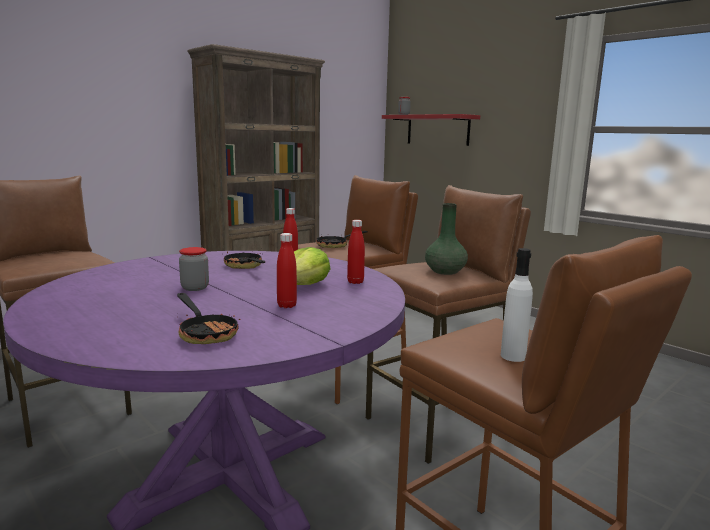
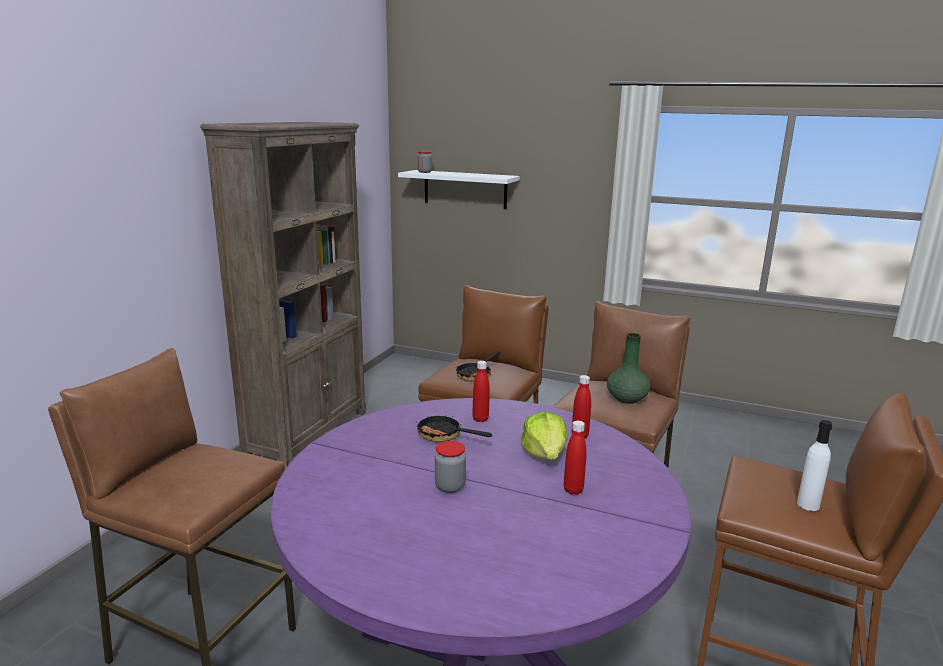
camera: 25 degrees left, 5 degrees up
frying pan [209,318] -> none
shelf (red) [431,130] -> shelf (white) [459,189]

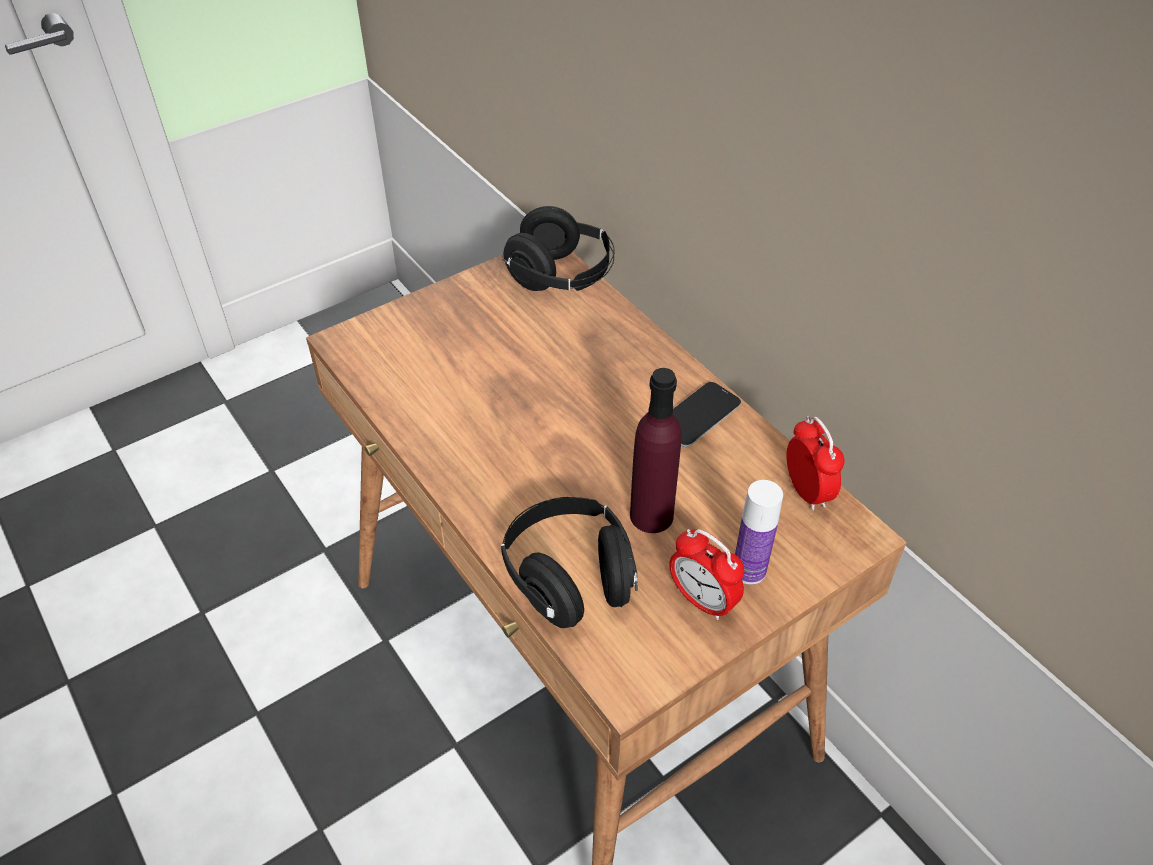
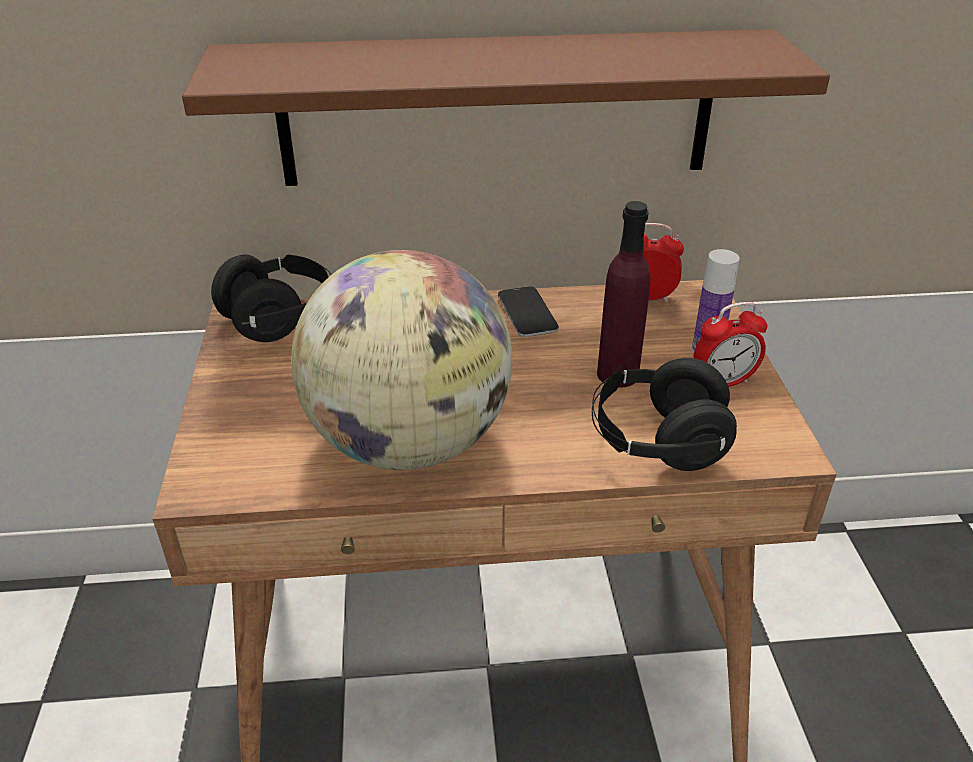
camera: 60 degrees left, 10 degrees down
none -> shelf (brown) [506,107]
none -> globe [401,360]

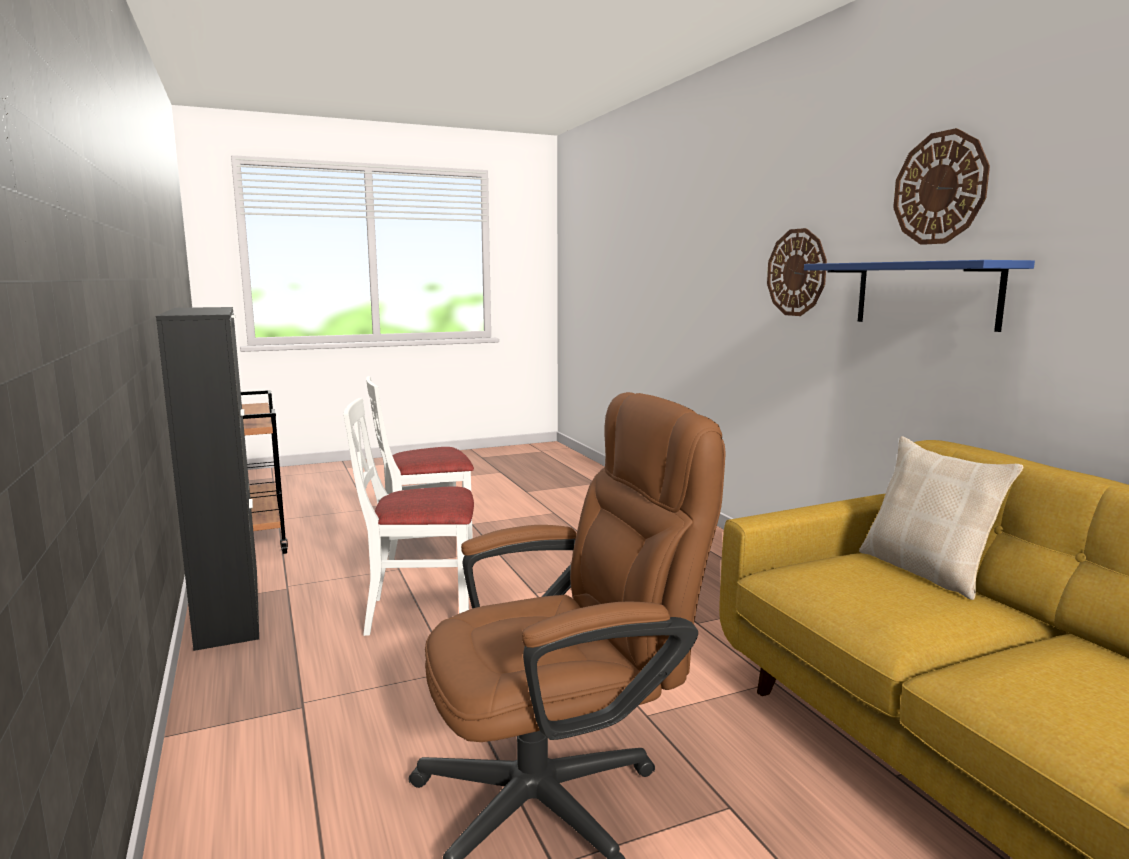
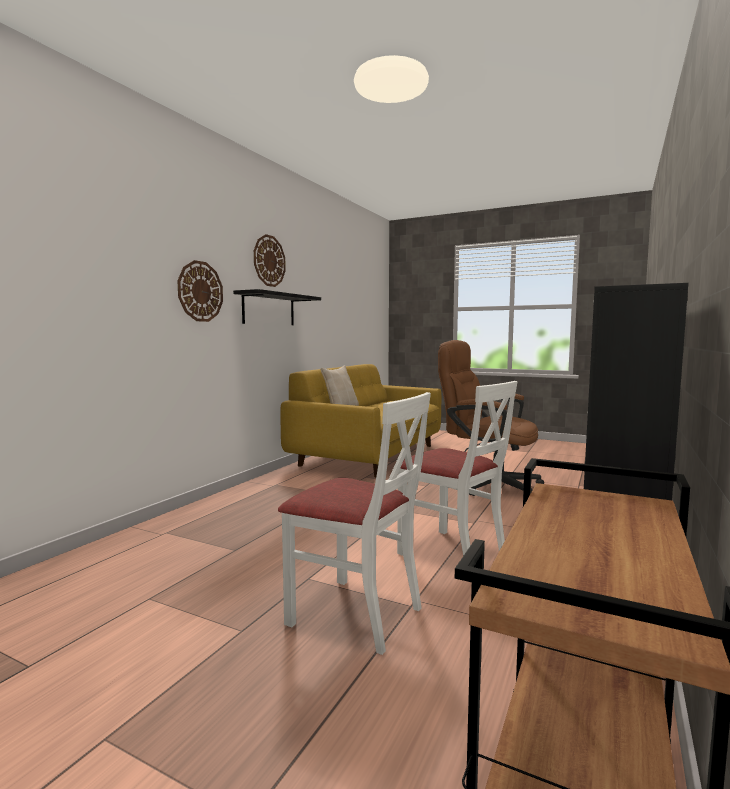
camera: 130 degrees left, 5 degrees down
shelf (blue) [919,296] -> shelf (black) [277,307]

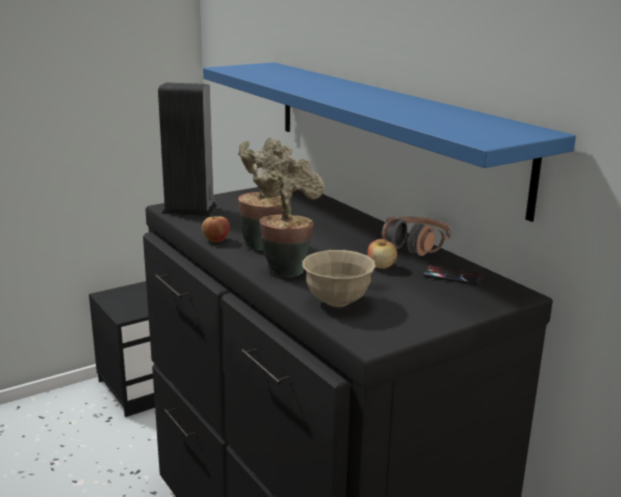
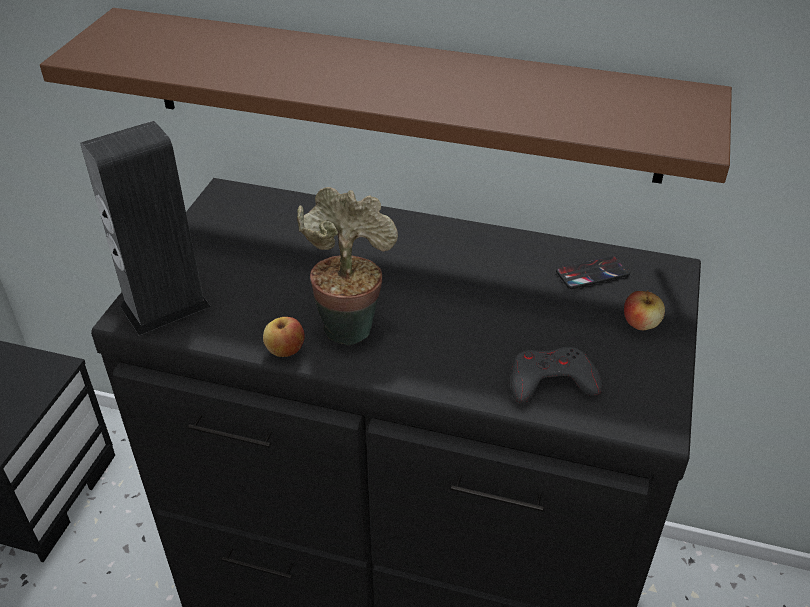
camera: 40 degrees left, 20 degrees up
potted plant [288,216] -> none
headphones [416,236] -> none
apple [382,253] -> apple [644,310], relocated
bowl (beige) [339,278] -> game controller (grey) [557,375]
shelf (blue) [389,142] -> shelf (brown) [386,96]

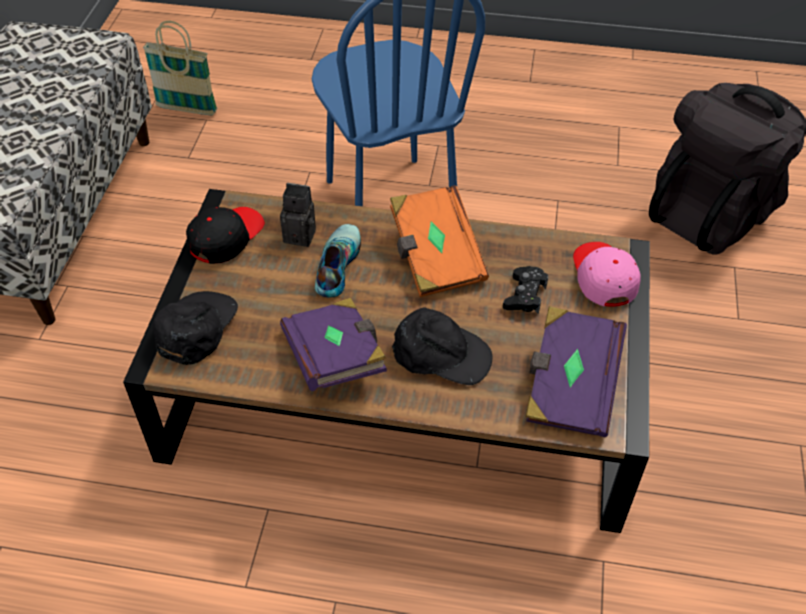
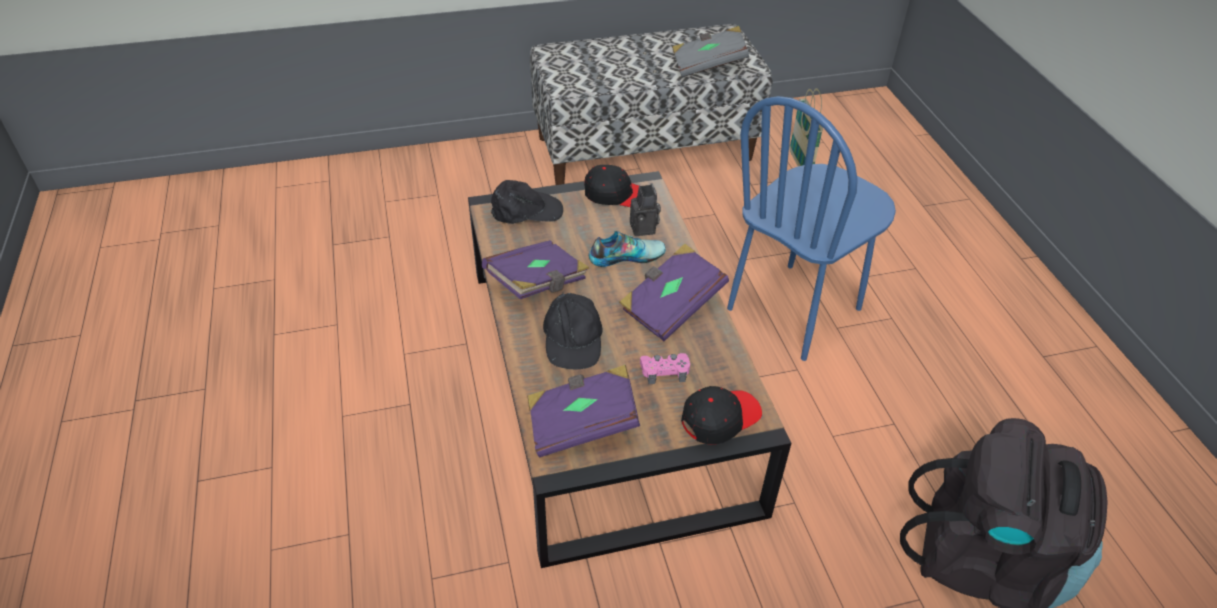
camera: 65 degrees right, 5 degrees down
none -> book (grey) [710,51]
book (orange) [439,241] -> book (purple) [674,292]
game controller (black) [525,290] -> game controller (pink) [665,368]
cap (pink) [607,274] -> cap (black) [721,415]

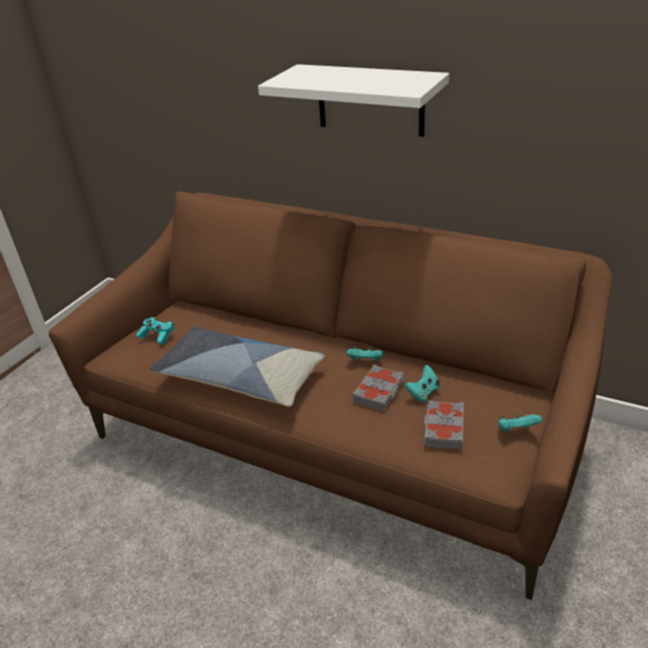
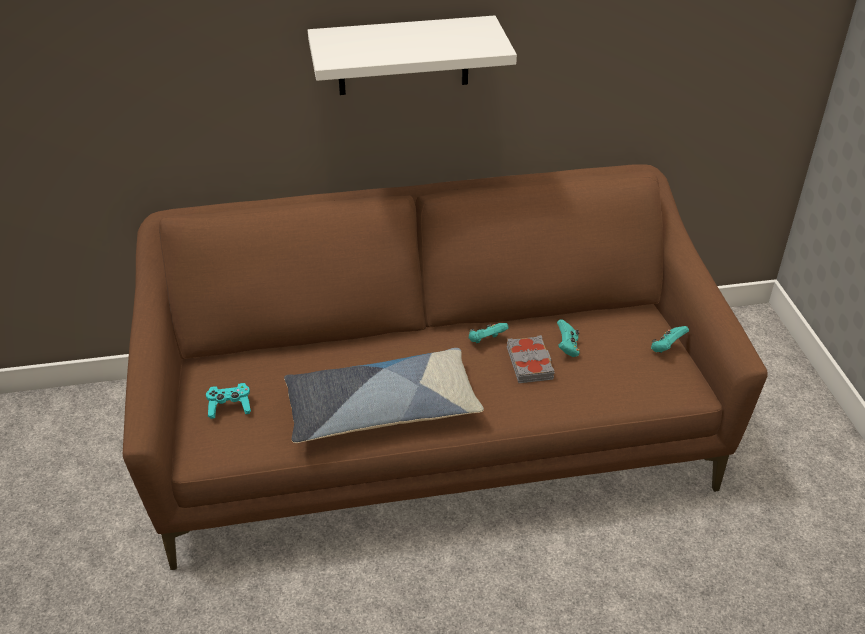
camera: 40 degrees left, 5 degrees up
book (grey) [444,424] -> none

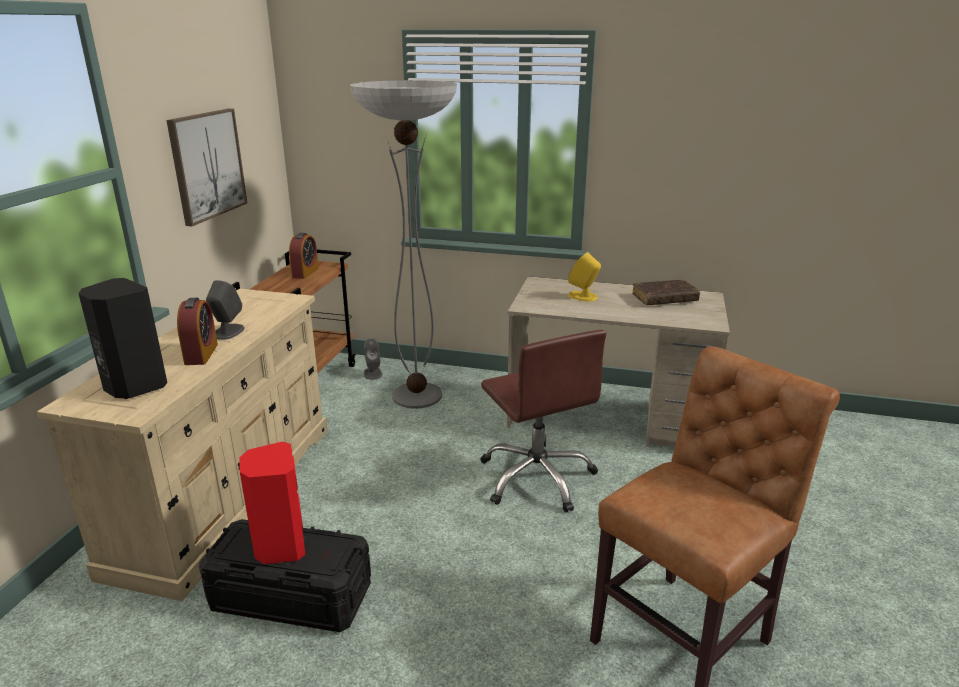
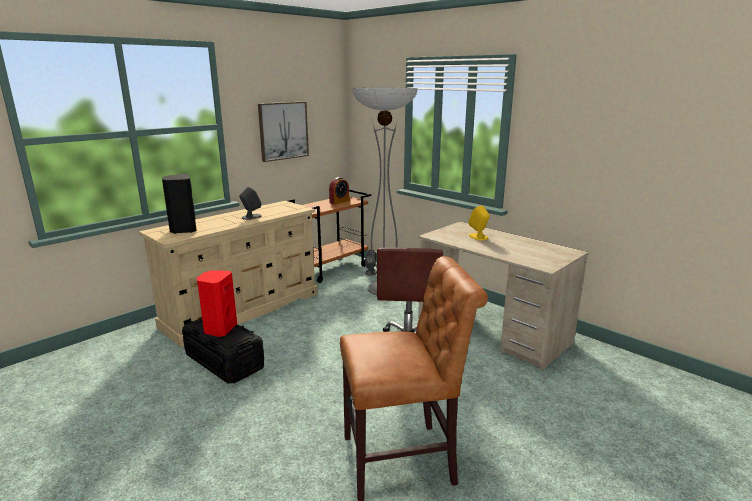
camera: 30 degrees right, 5 degrees down
alarm clock [197,331] -> none
book (brown) [666,292] -> none

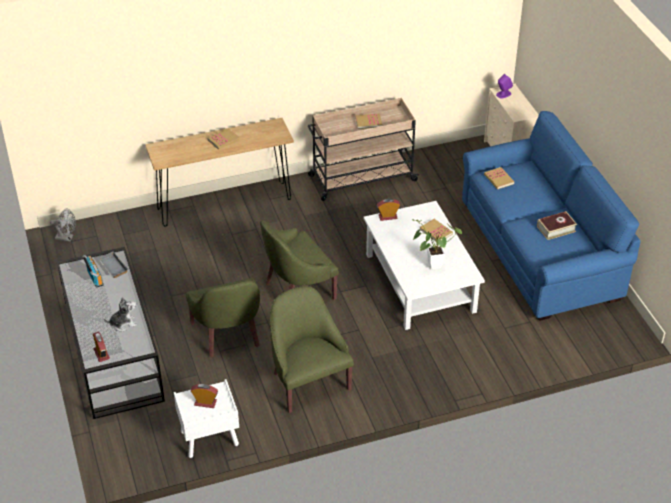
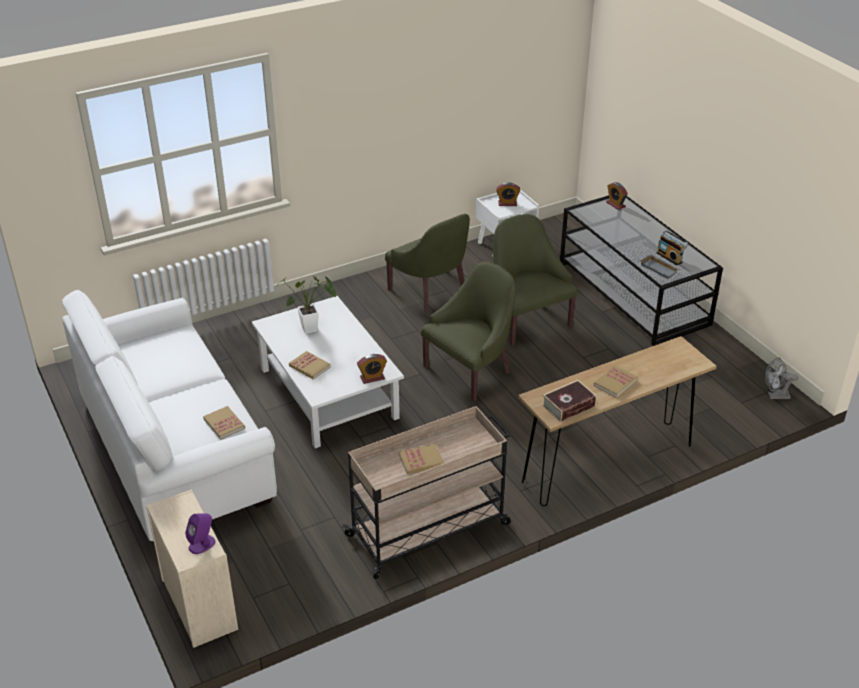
camera: 170 degrees right, 5 degrees down
plush toy [120,314] -> none
book [557,225] -> book [569,401], relocated
sofa (blue) [551,216] -> sofa (white) [169,415]

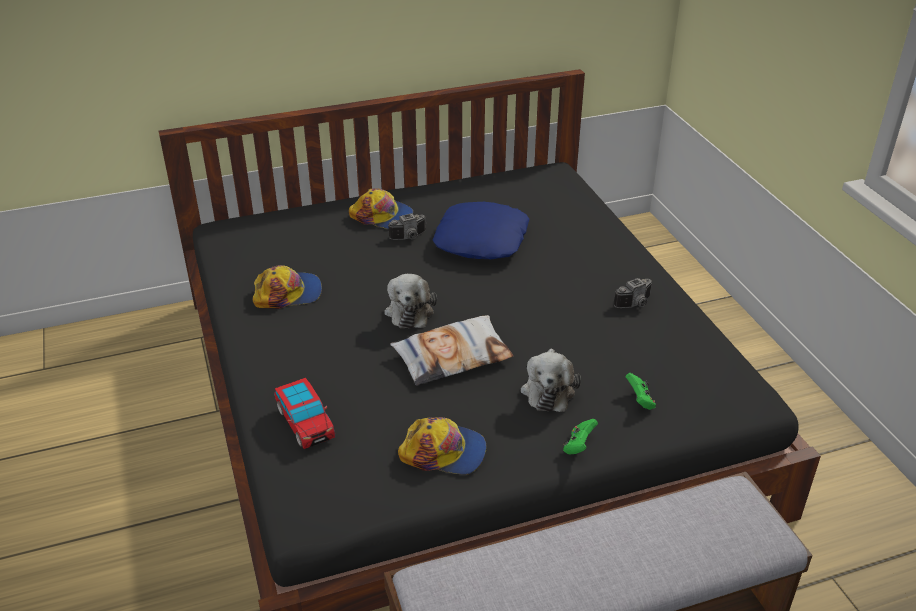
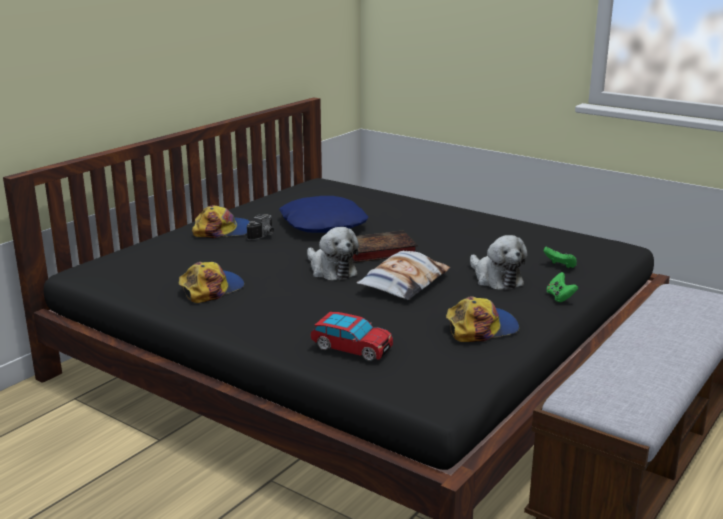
camera: 35 degrees left, 15 degrees down
photo camera [633,293] -> none
none -> book [385,246]

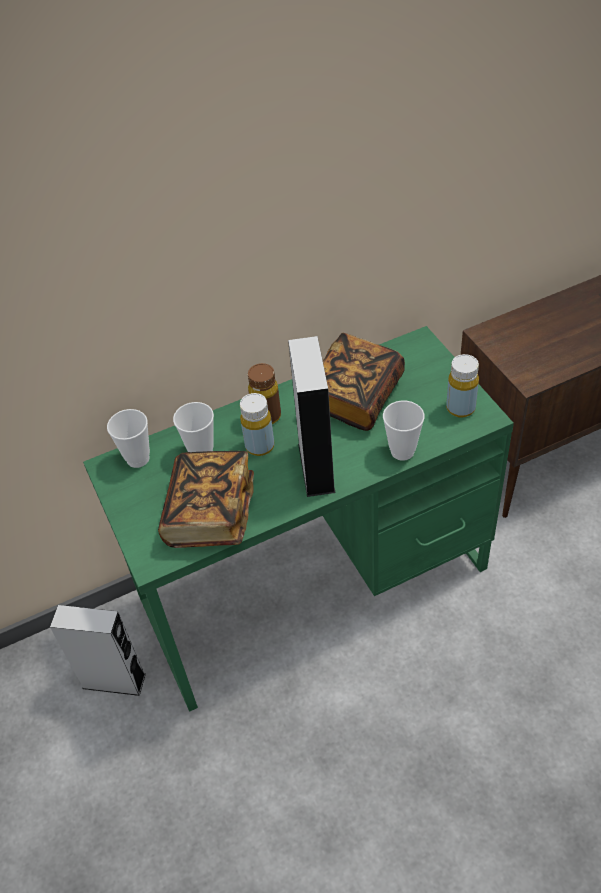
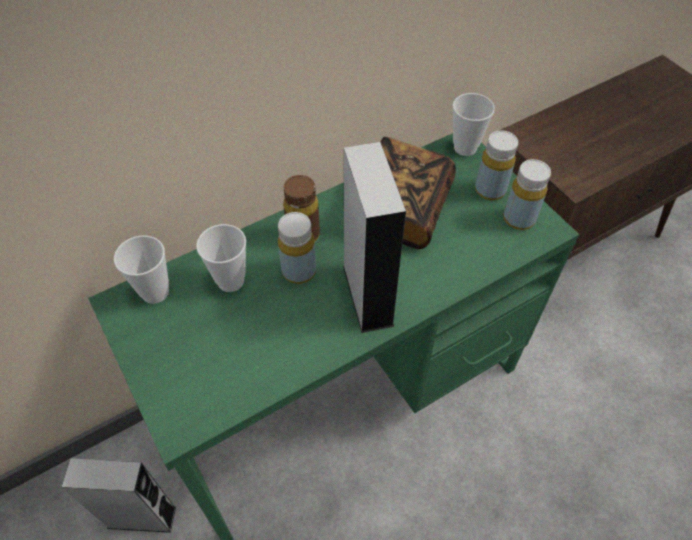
camera: 10 degrees left, 5 degrees up
book [206,499] -> none
none -> bottle (yellow) [496,165]
cup [404,431] -> cup [474,124], relocated

